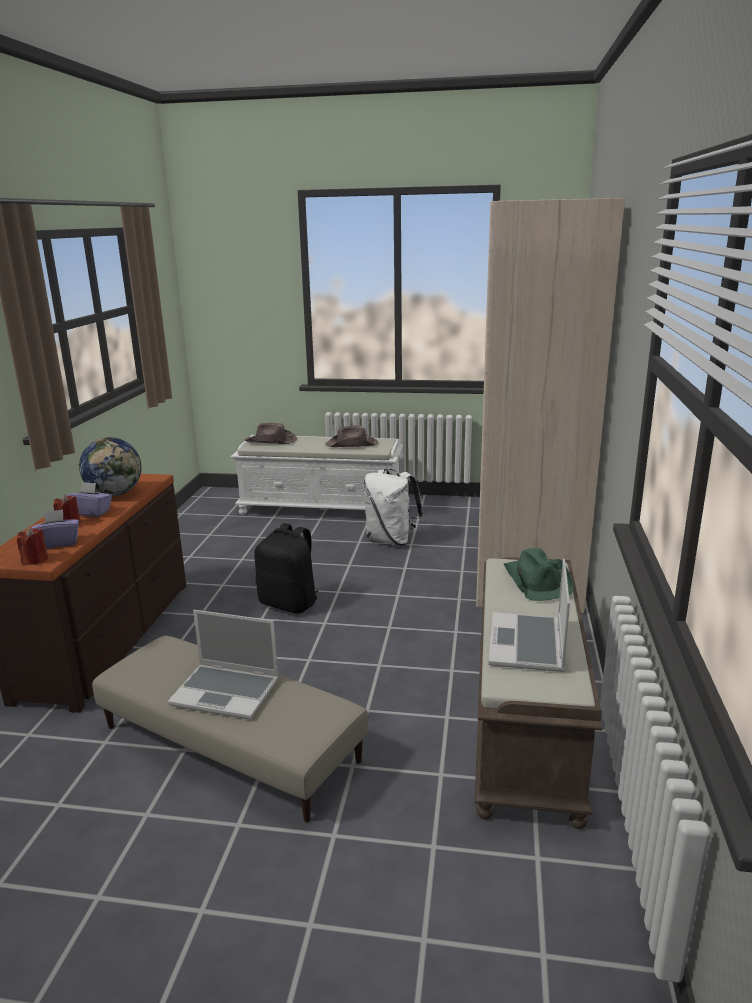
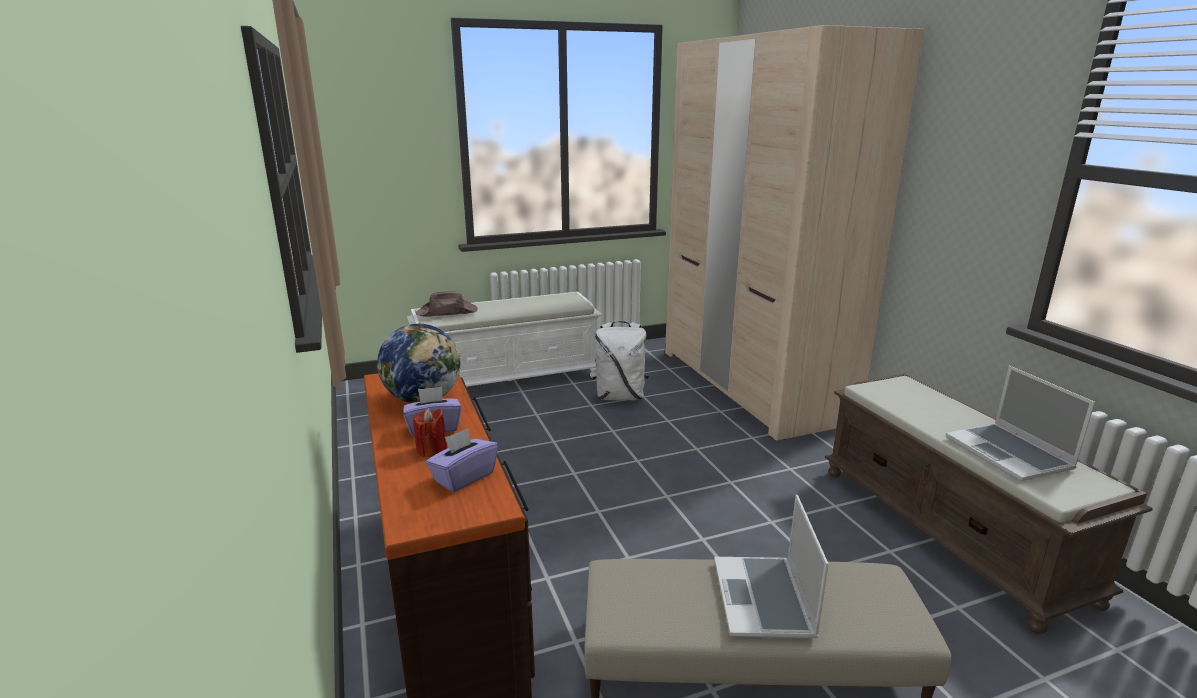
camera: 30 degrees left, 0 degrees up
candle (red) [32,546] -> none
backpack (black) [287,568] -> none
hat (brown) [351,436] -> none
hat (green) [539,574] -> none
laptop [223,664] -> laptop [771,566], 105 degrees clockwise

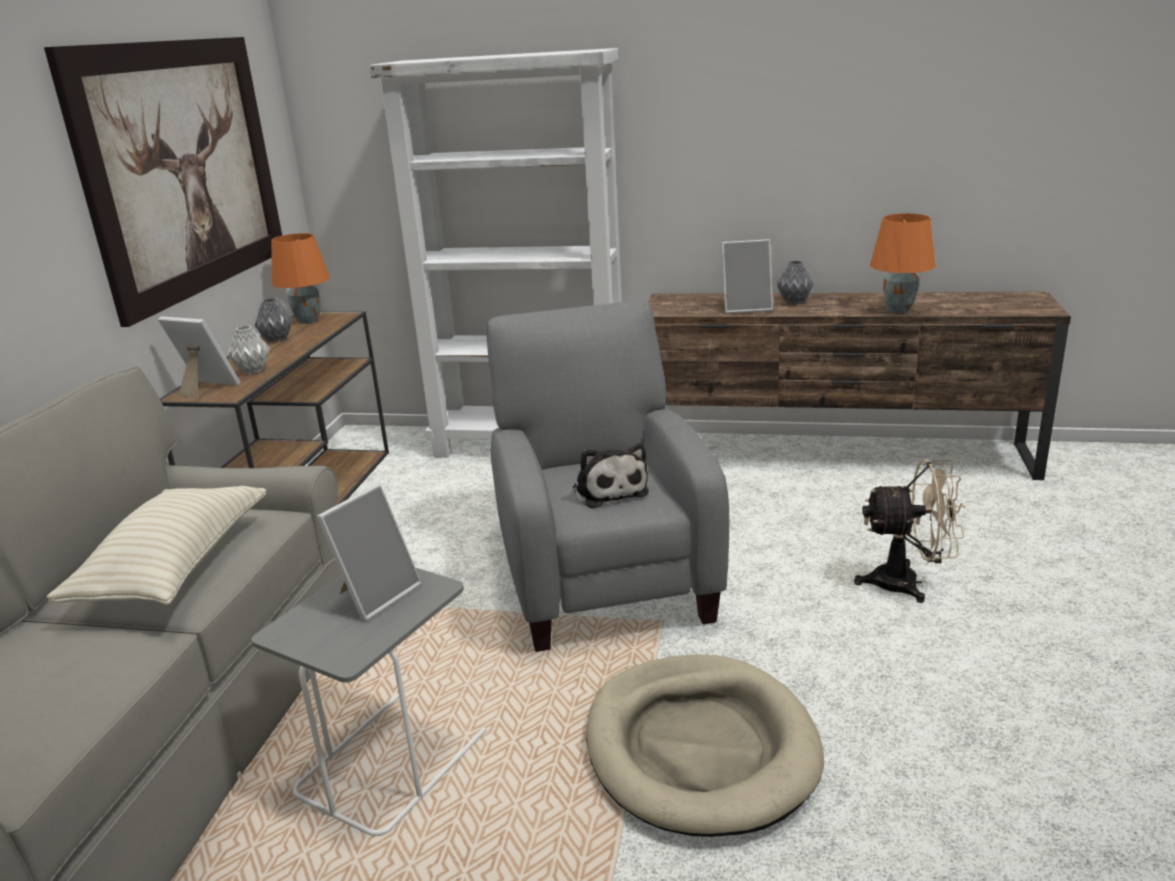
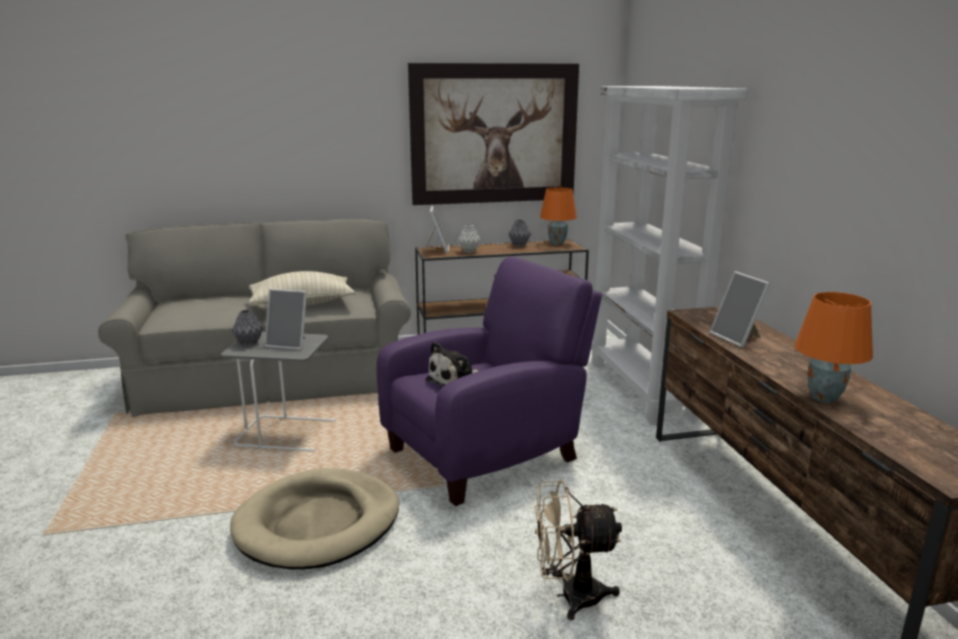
camera: 65 degrees right, 5 degrees down
vase (grey) [795,282] -> vase (grey) [247,328], relocated
armchair (grey) [608,476] -> armchair (purple) [489,381]
fan (beige) [910,531] -> fan (beige) [578,550], 105 degrees clockwise

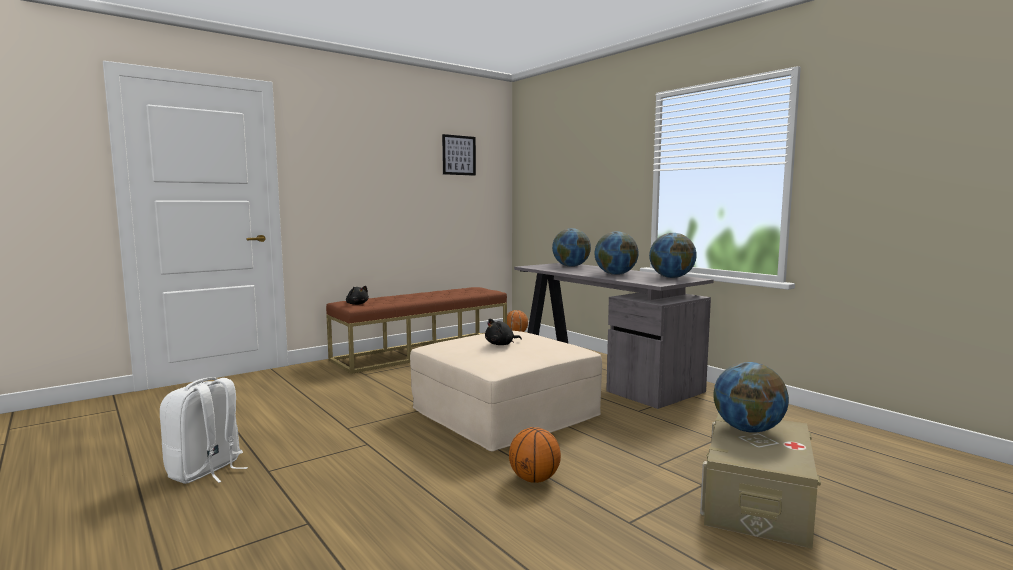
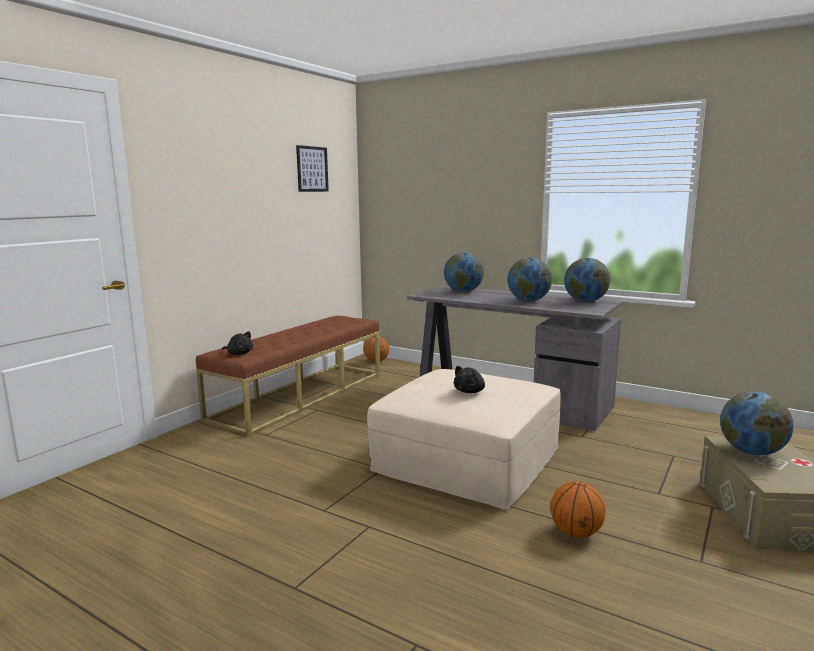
camera: 20 degrees left, 5 degrees up
backpack (white) [204,430] -> none

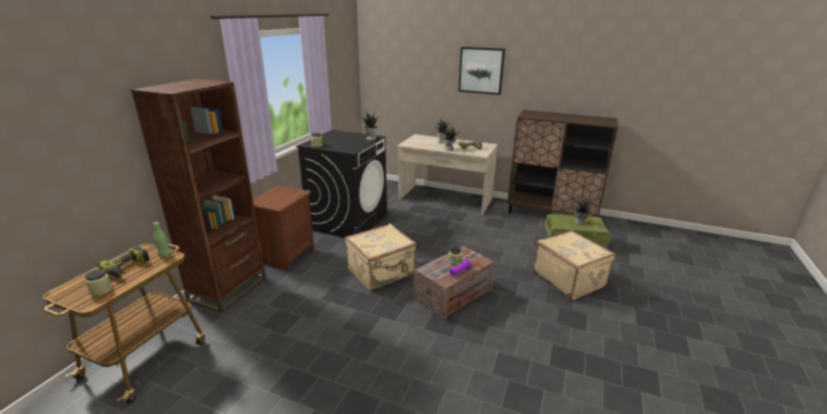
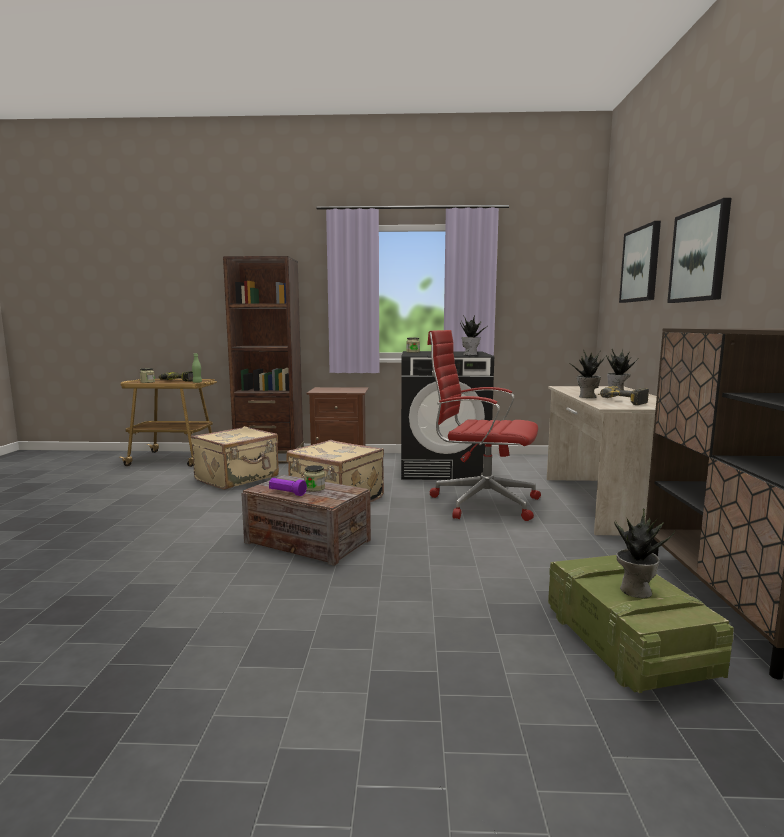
camera: 70 degrees right, 15 degrees down
none -> office chair (red) [484,425]
none -> picture [640,262]
suitcase (beige) [574,265] -> suitcase (beige) [235,458], relocated

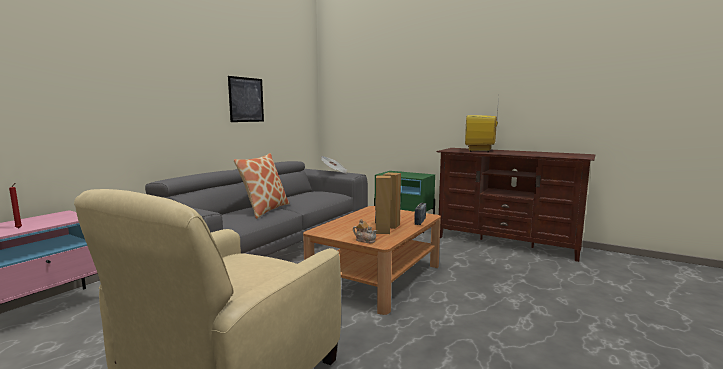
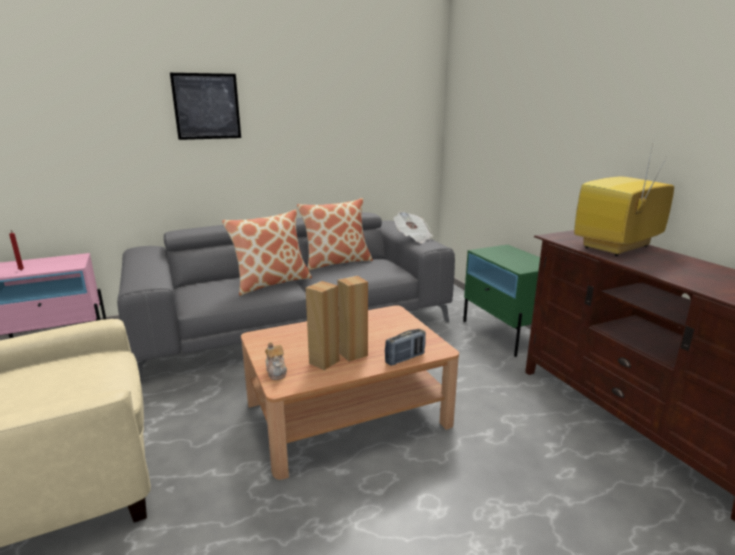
camera: 35 degrees right, 10 degrees up
none -> pillow [335,234]
picture [246,99] -> picture [205,106], relocated

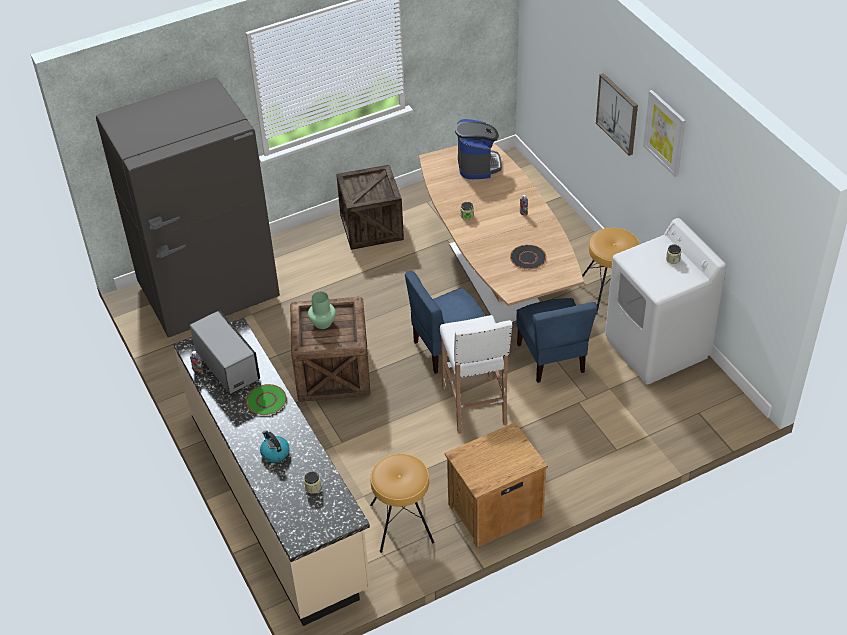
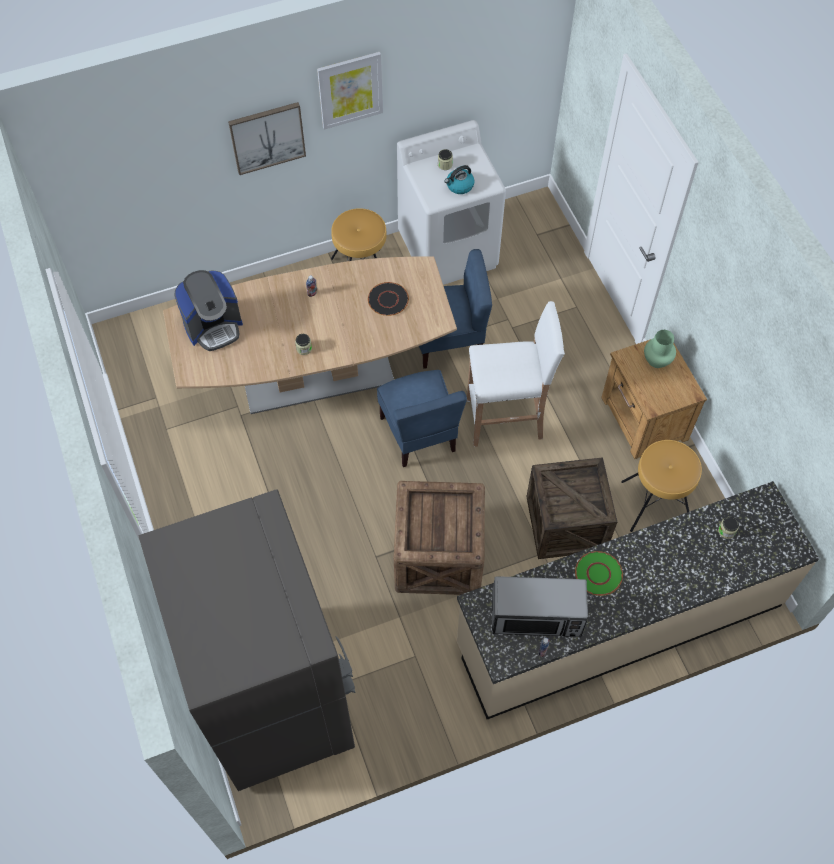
camera: 85 degrees left, 15 degrees up
kettle [275,446] -> kettle [459,179], relocated
vase (green) [322,310] -> vase (green) [660,349], relocated
crate [370,207] -> crate [571,508], relocated
microwave [225,352] -> microwave [540,606], 150 degrees counterclockwise
coffee machine [478,149] -> coffee machine [208,310], 150 degrees clockwise

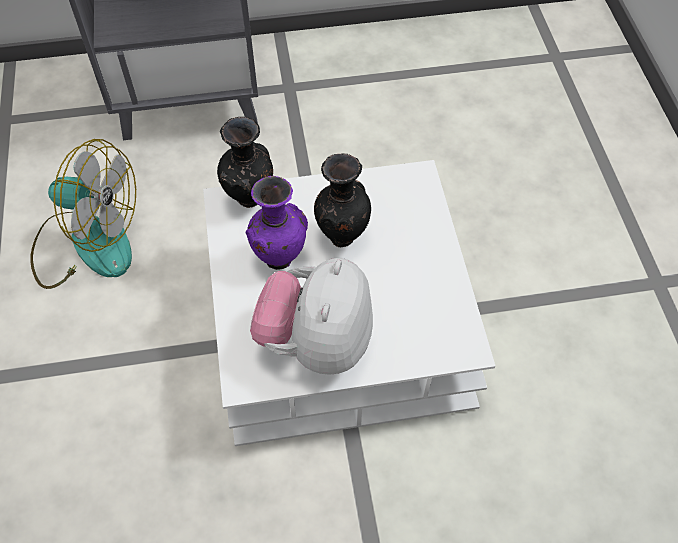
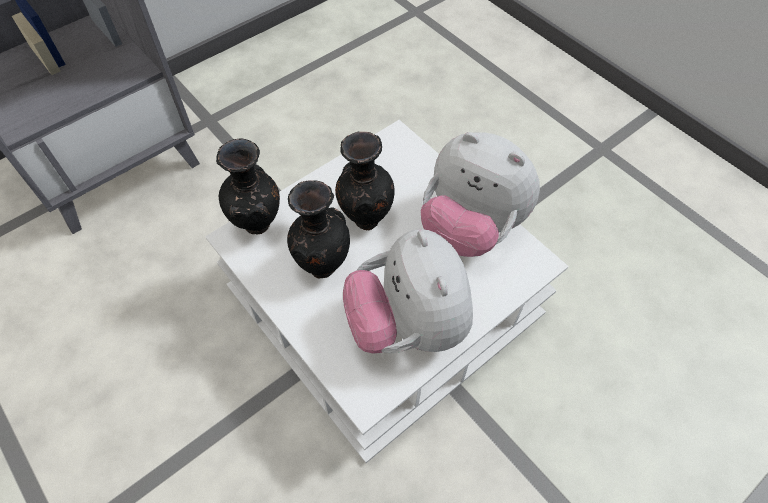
camera: 30 degrees left, 0 degrees up
fan [83,214] -> none
none -> plush toy [480,194]
vase (purple) [277,223] -> vase (black) [318,229]

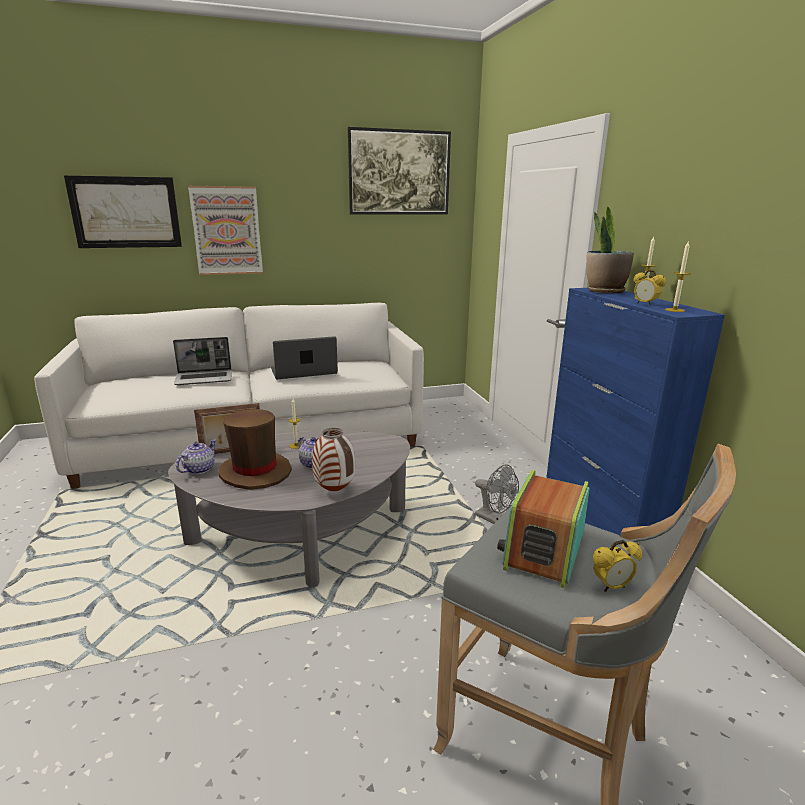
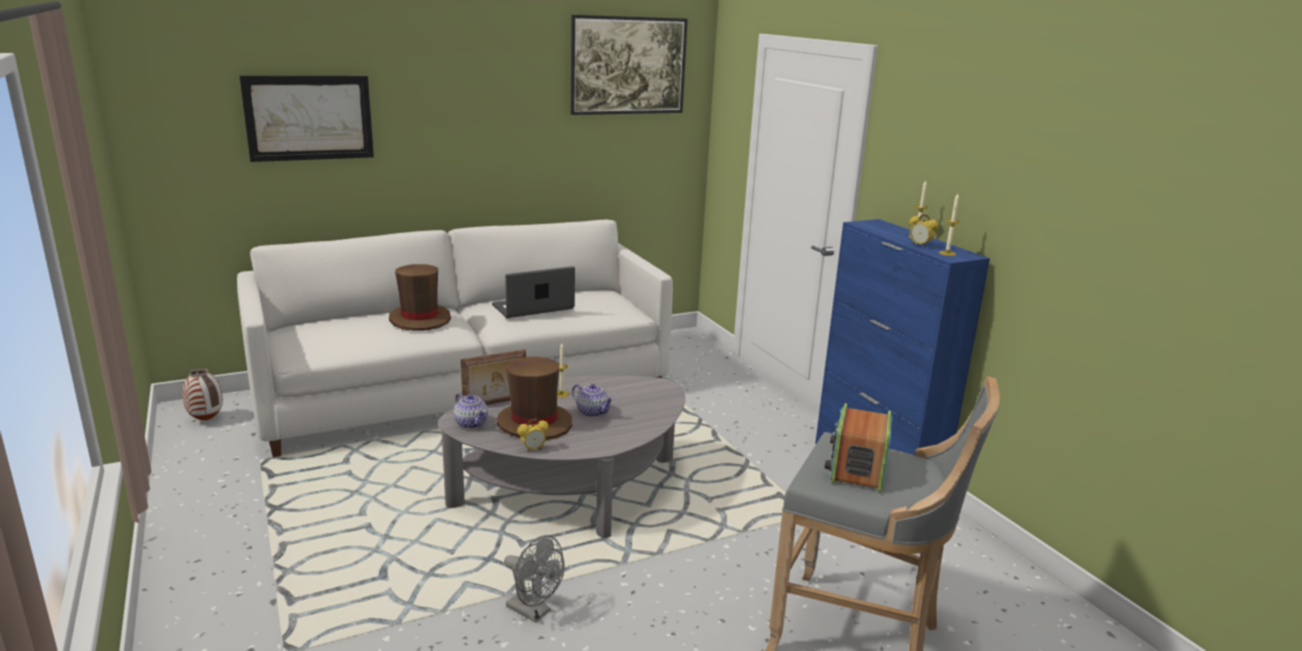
camera: 10 degrees left, 0 degrees up
picture [225,230] -> none
potted plant [610,249] -> none
vase [333,459] -> vase [202,394], relocated
fan (grey) [497,494] -> fan (grey) [534,579], relocated
alarm clock [617,566] -> alarm clock [533,435], relocated
laptop [202,361] -> hat (brown) [420,297]
teapot [196,456] -> teapot [471,411], 120 degrees clockwise

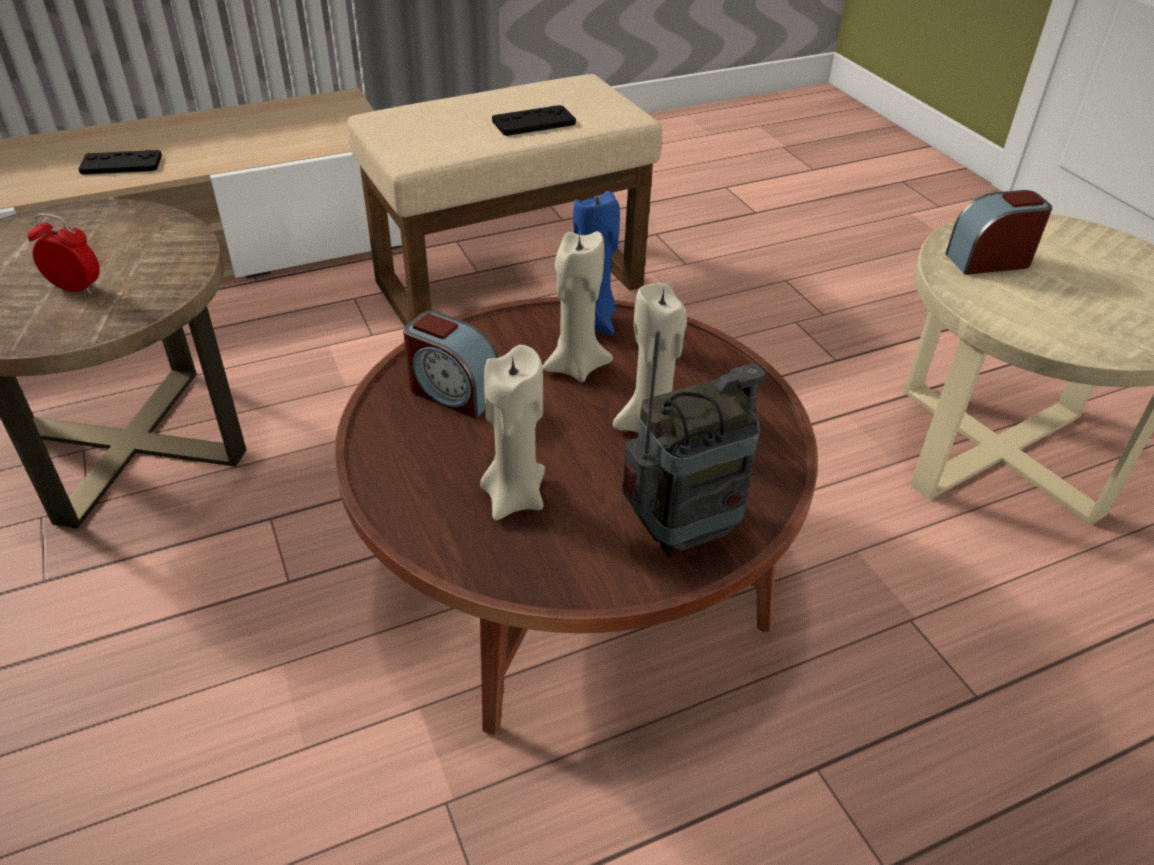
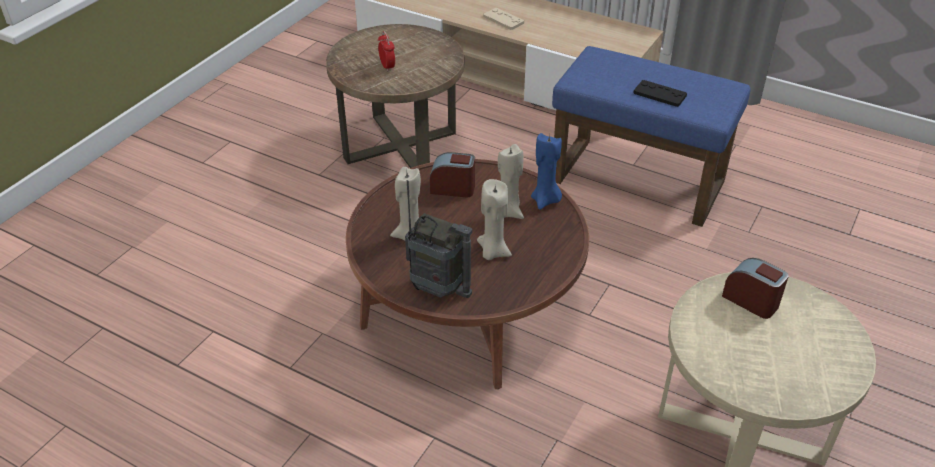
camera: 55 degrees right, 0 degrees up
game controller (black) [120,162] -> game controller (beige) [503,19]
ottoman (beige) [505,200] -> ottoman (blue) [651,136]
alarm clock [451,365] -> alarm clock [452,174], 105 degrees clockwise

